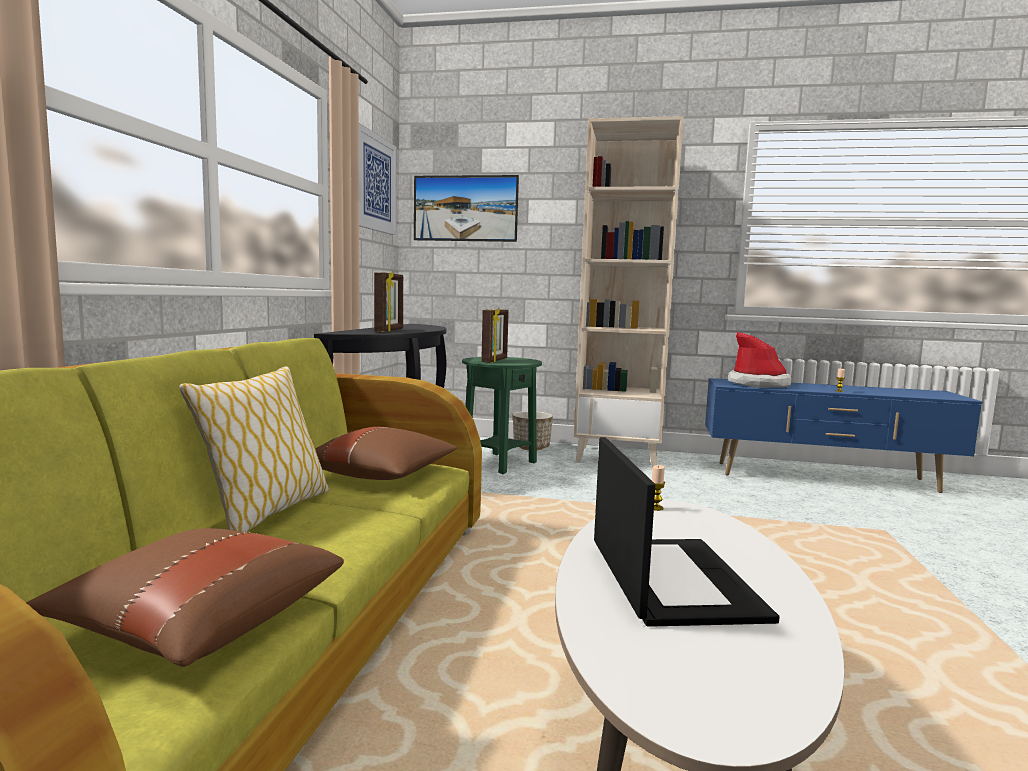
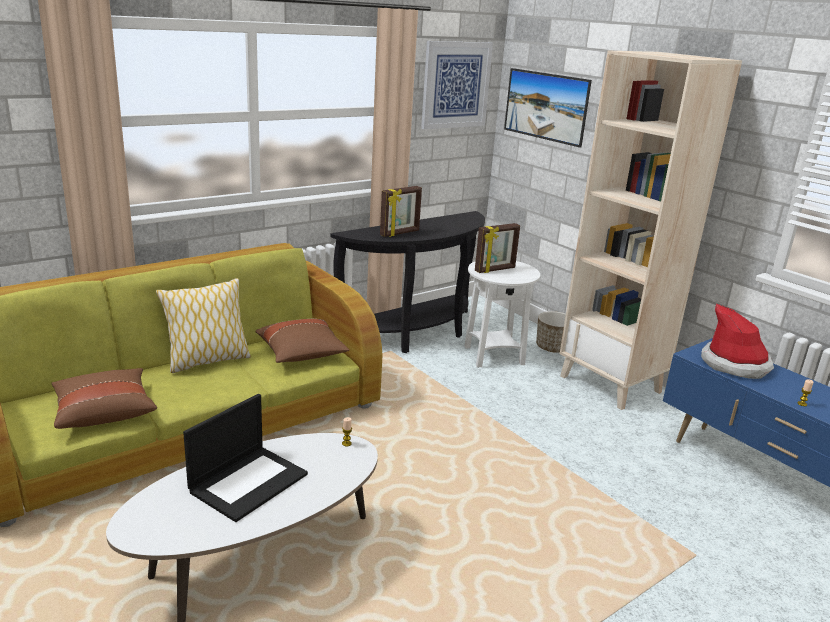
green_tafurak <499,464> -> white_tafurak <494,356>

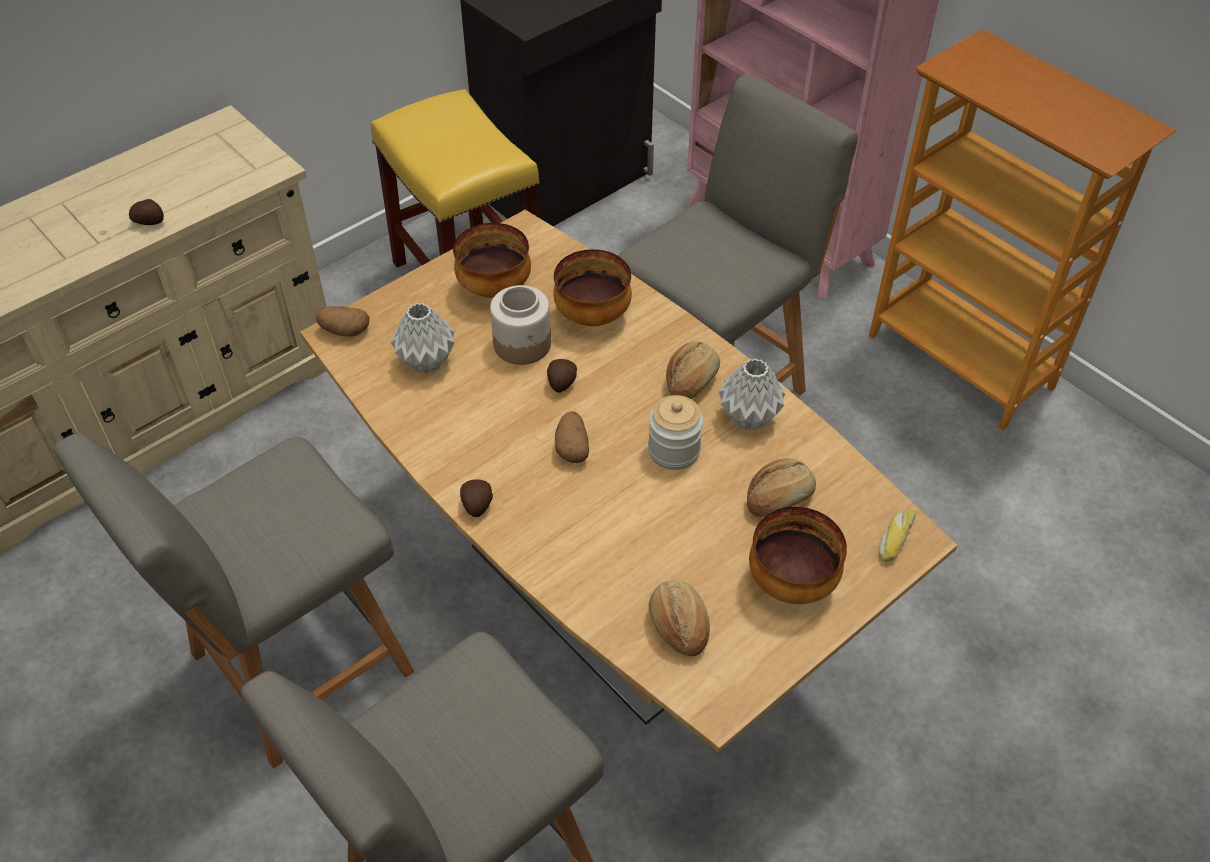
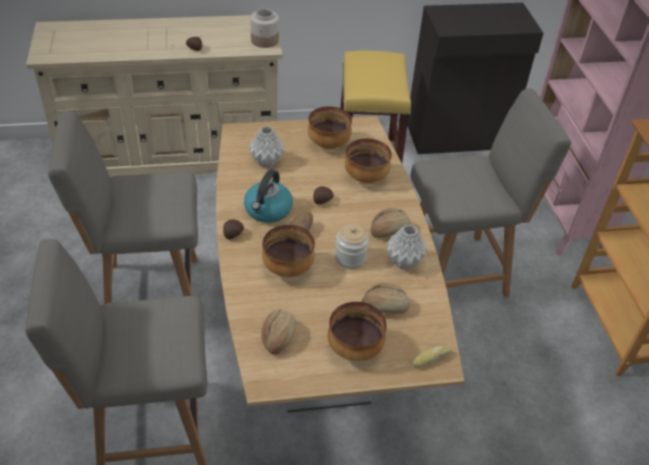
none -> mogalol <268,210>
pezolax <523,344> -> pezolax <265,41>, move
none -> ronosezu <288,269>
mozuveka <344,331> -> none

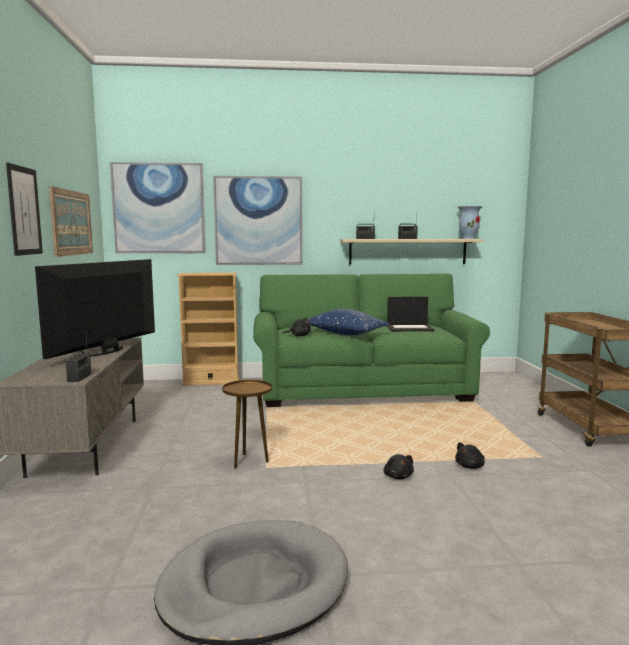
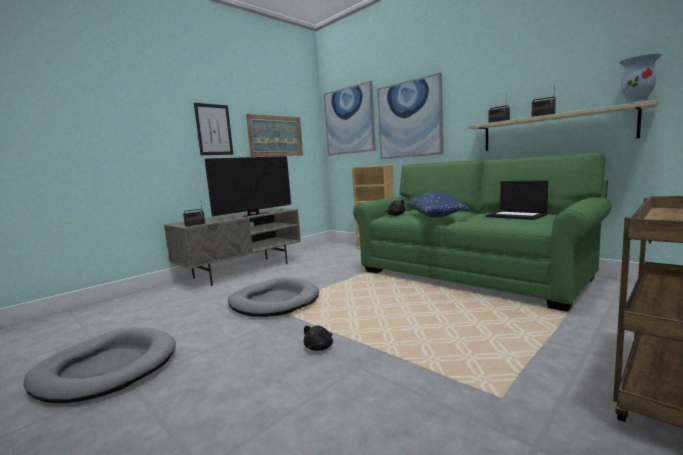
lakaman <108,352> -> lakaman <254,214>, 150 degrees clockwise
brown_tafurak <249,461> -> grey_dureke <274,301>
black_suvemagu <470,466> -> none

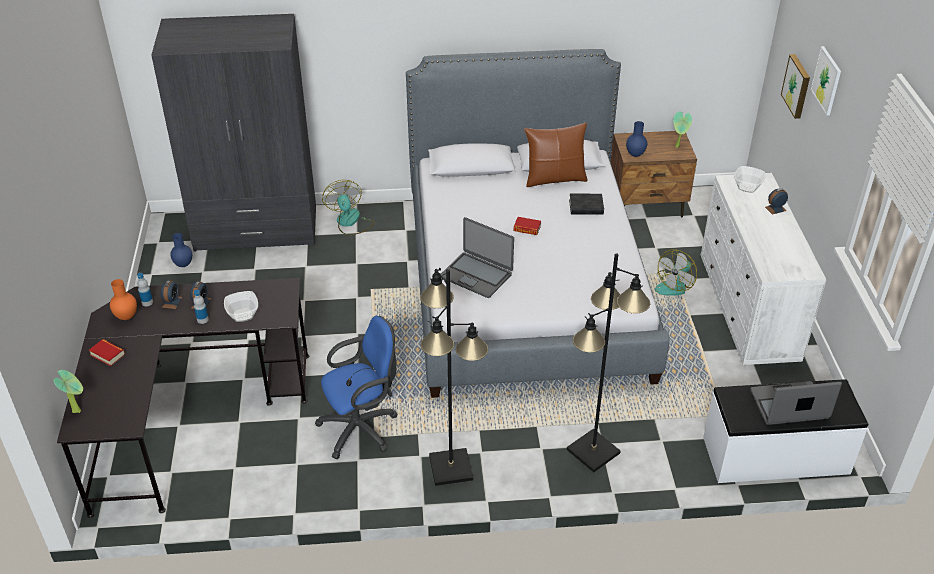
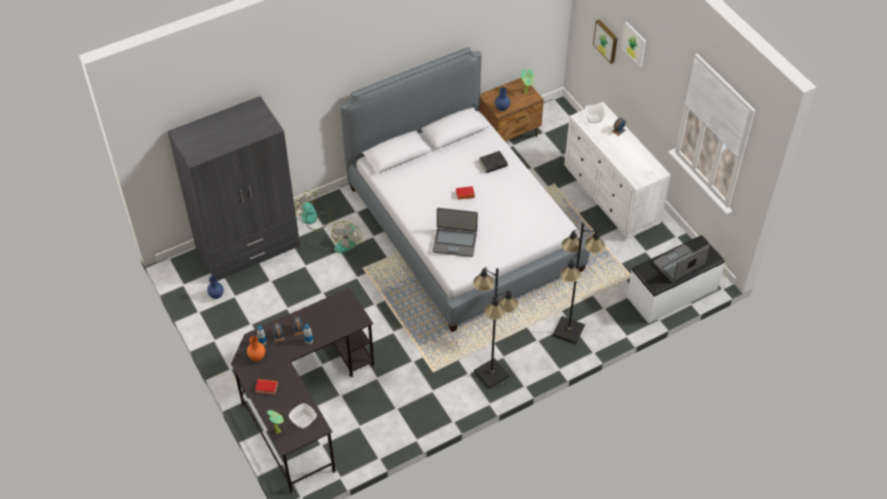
ronosezu <242,315> -> ronosezu <303,422>, move
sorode <675,285> -> sorode <347,241>, move
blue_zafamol <362,428> -> none
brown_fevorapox <555,179> -> none

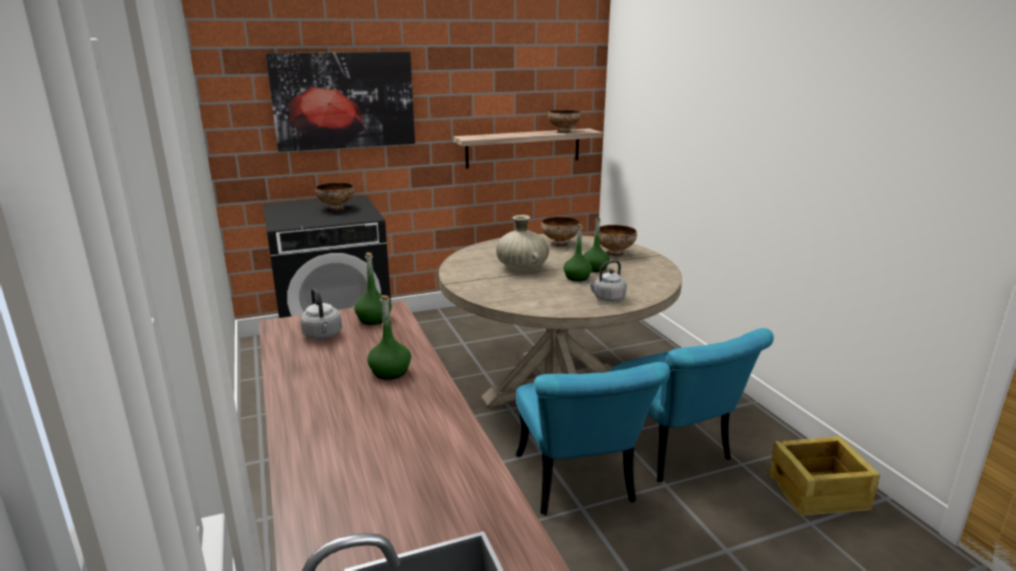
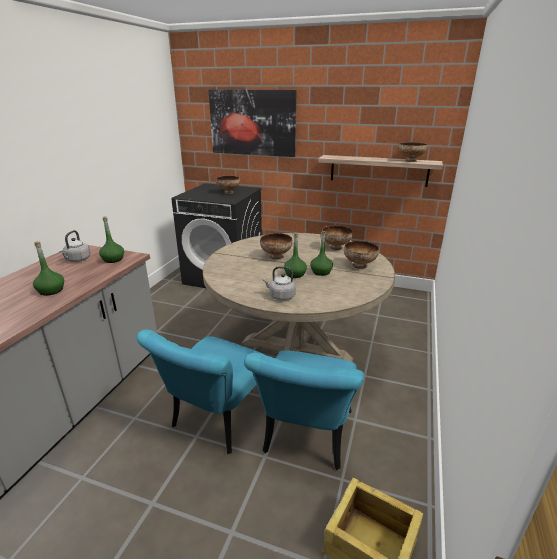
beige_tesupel <522,268> -> ronosezu <276,256>

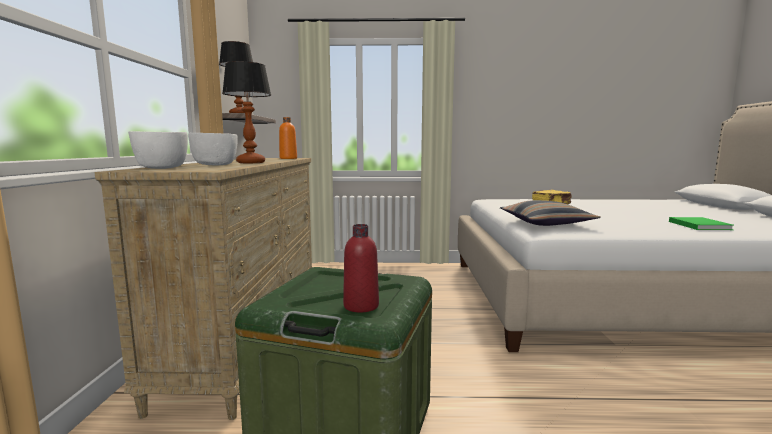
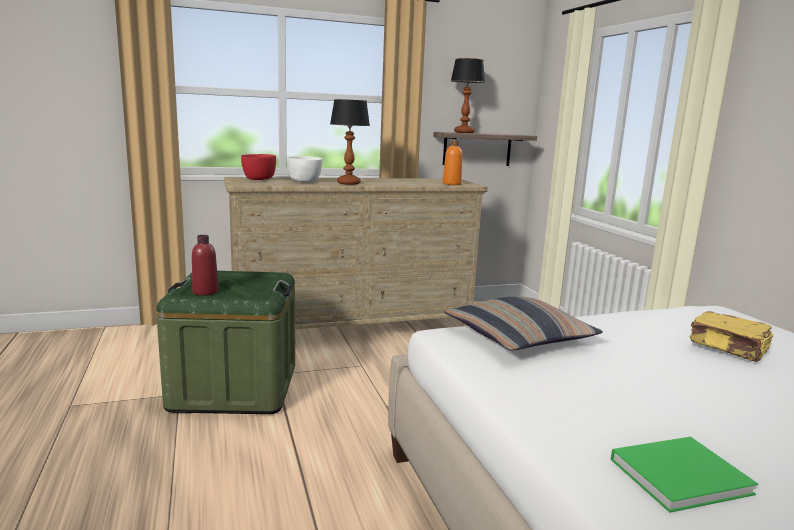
white_ronosezu <161,168> -> red_ronosezu <258,179>

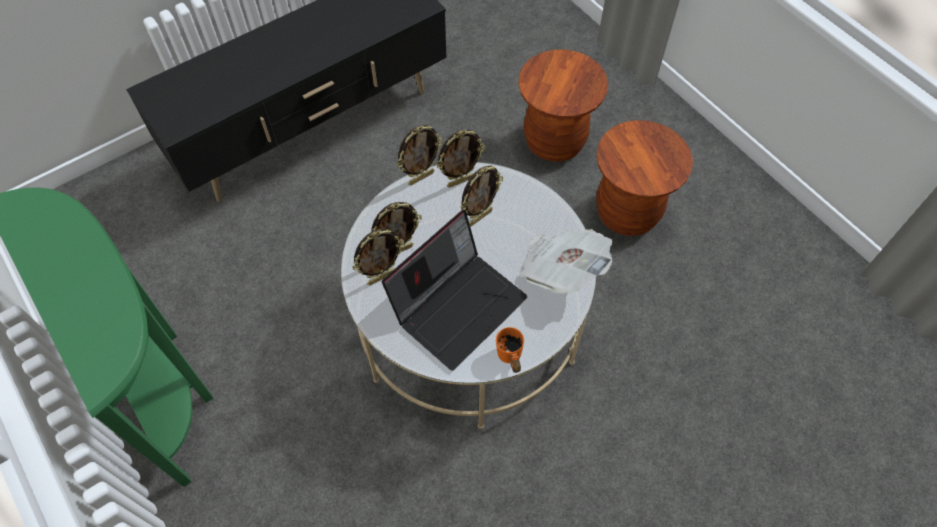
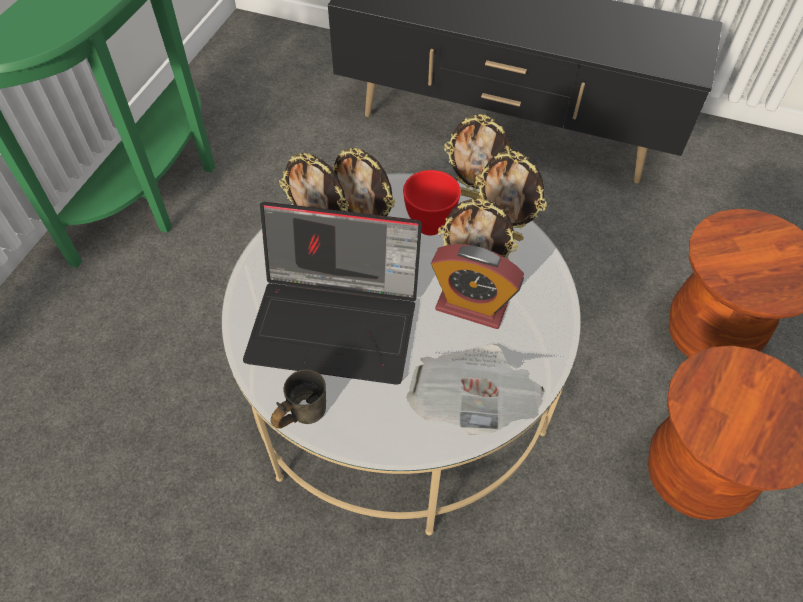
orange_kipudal <507,359> -> grey_kipudal <299,413>
none -> red_ronosezu <428,226>
none -> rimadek <471,306>

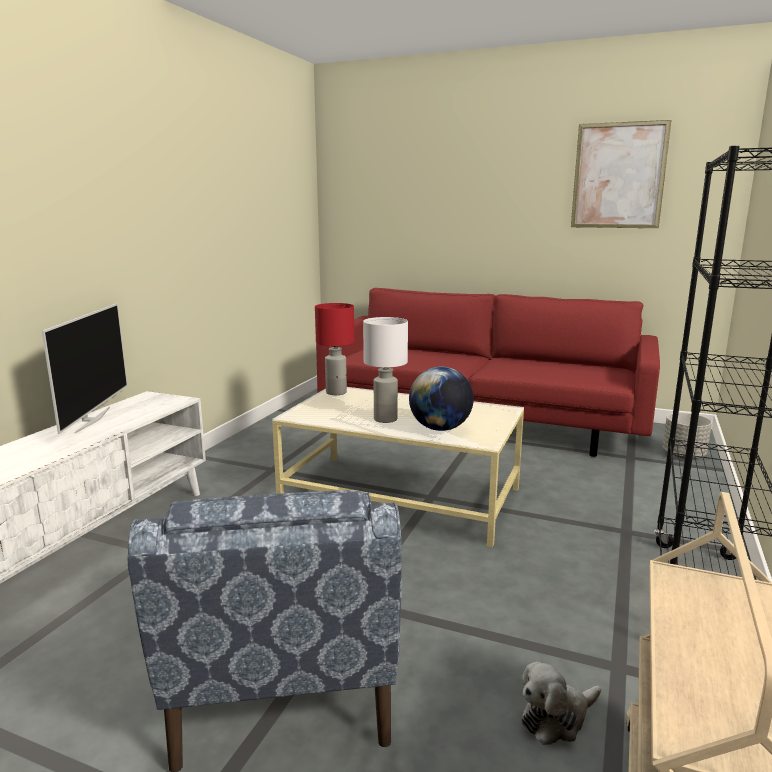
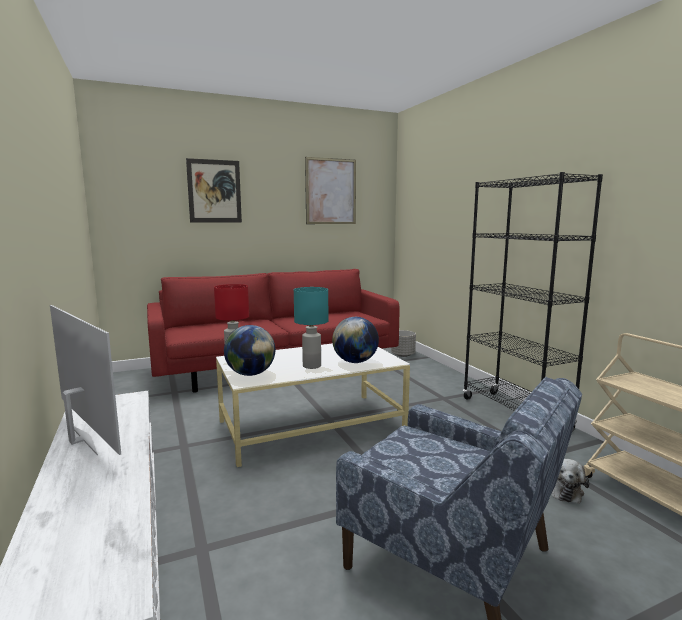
none -> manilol <214,191>
none -> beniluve <250,374>
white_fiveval <385,419> -> turquoise_fiveval <311,366>

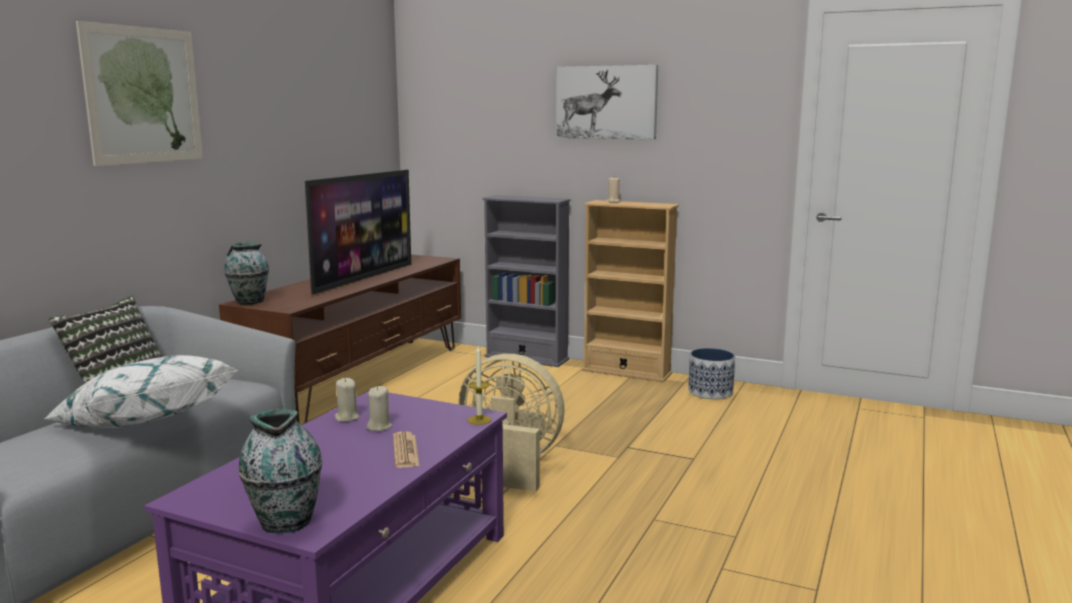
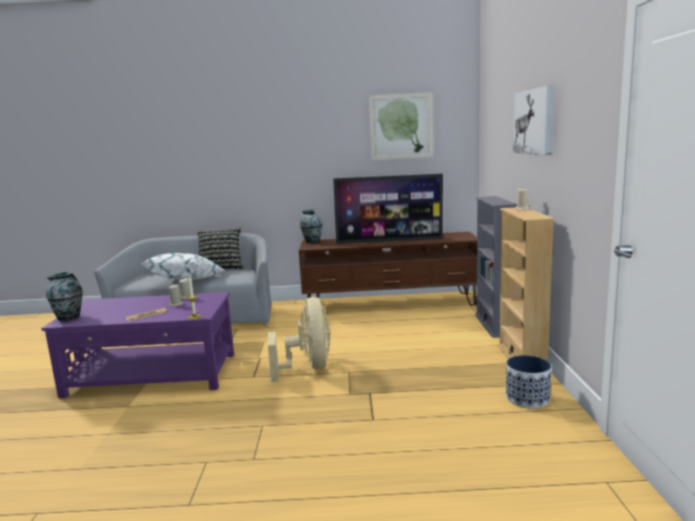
manilol <143,95> -> manilol <401,126>, move

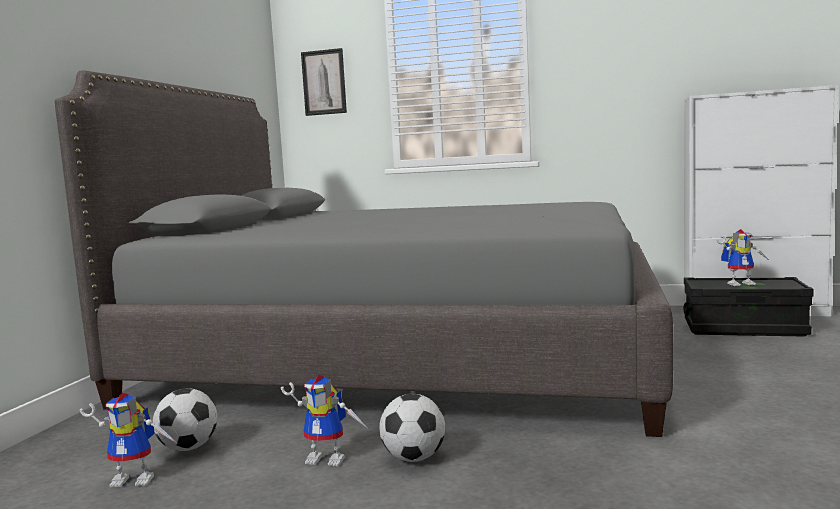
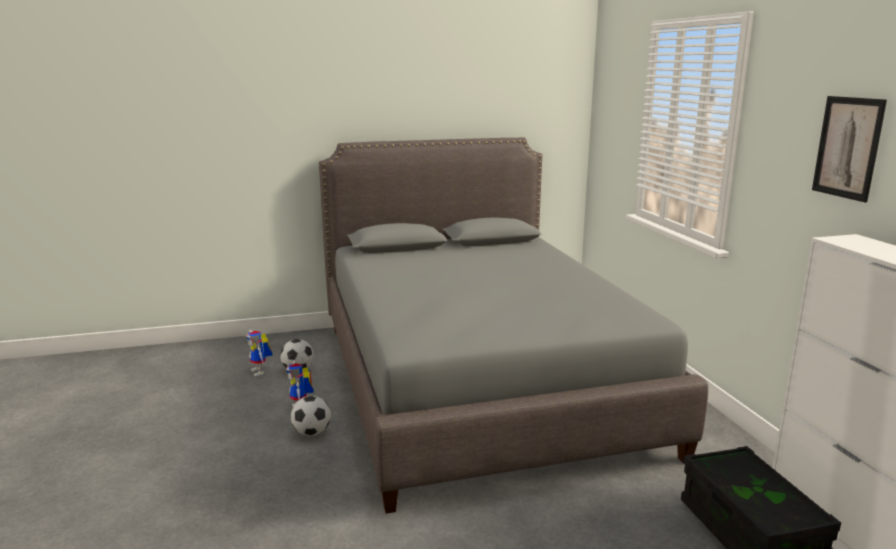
manilol <324,82> -> manilol <848,147>, move
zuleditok <741,283> -> none

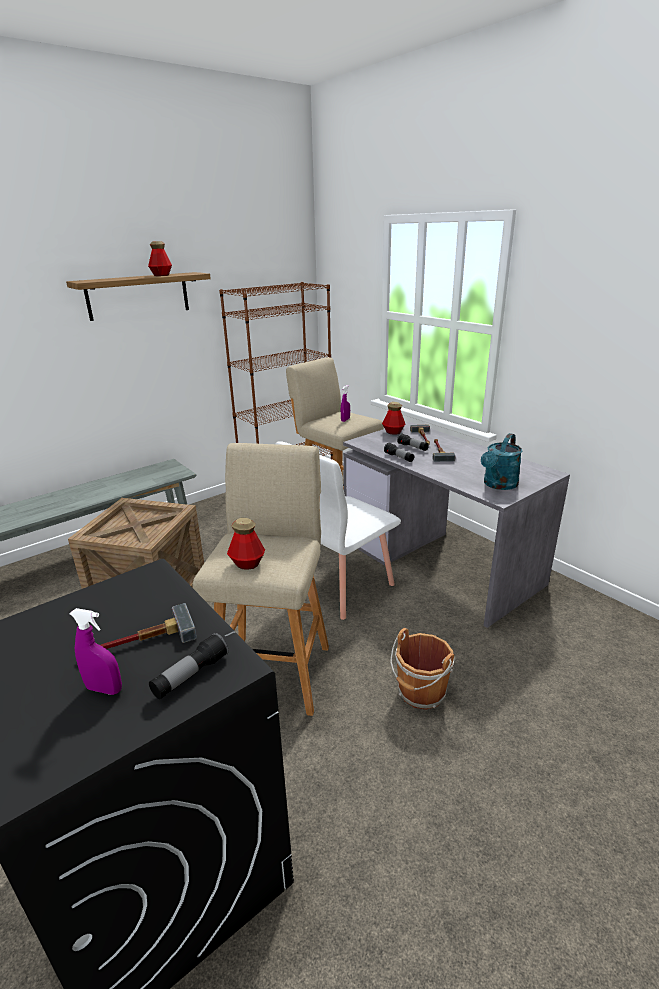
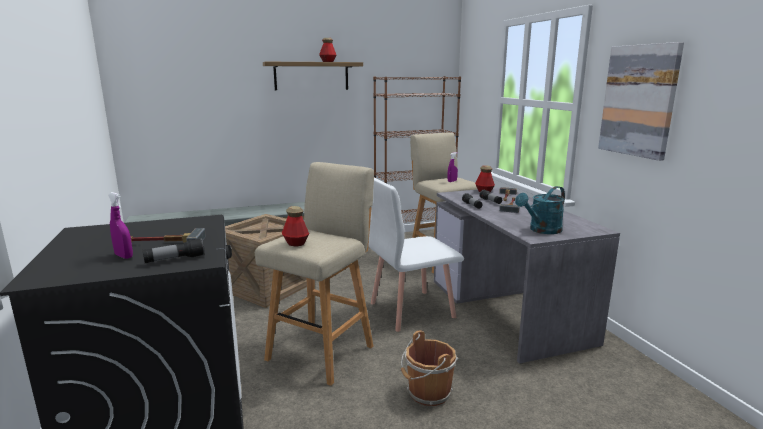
none -> manilol <639,101>

